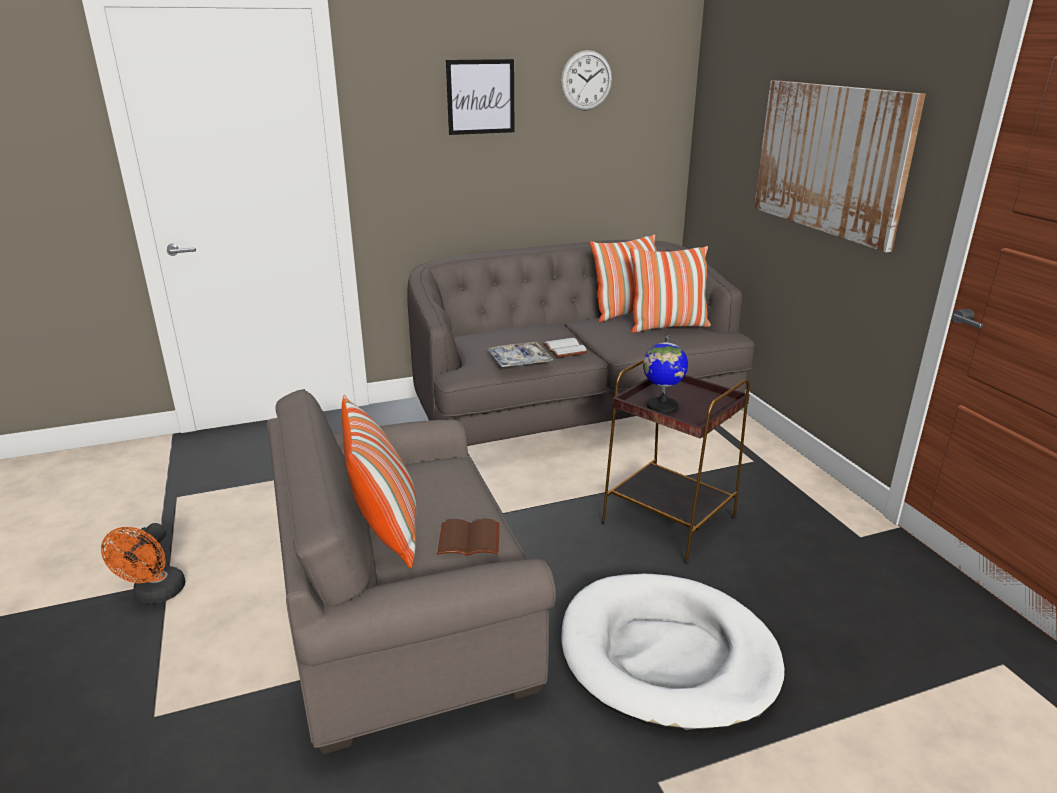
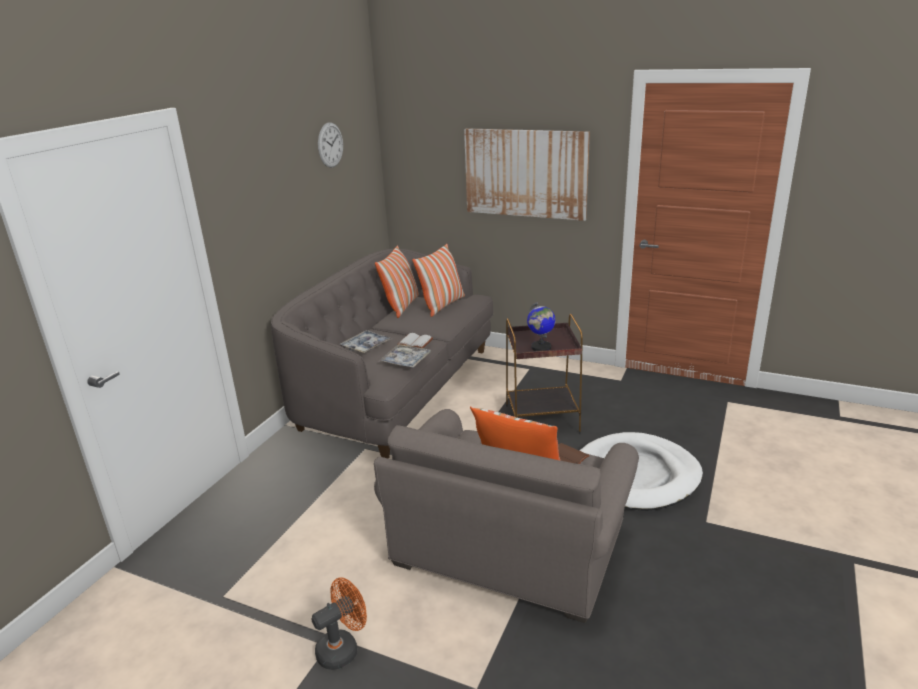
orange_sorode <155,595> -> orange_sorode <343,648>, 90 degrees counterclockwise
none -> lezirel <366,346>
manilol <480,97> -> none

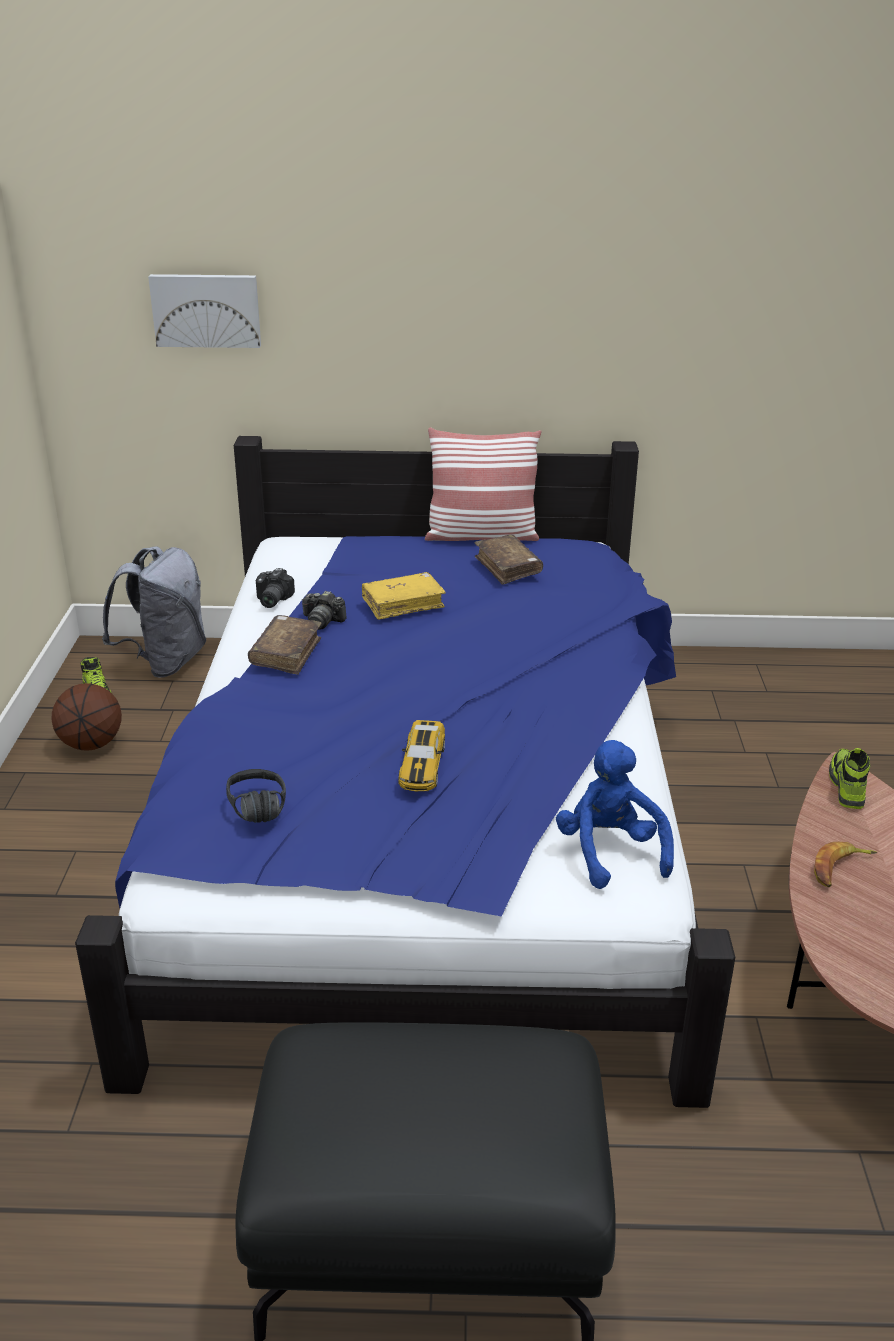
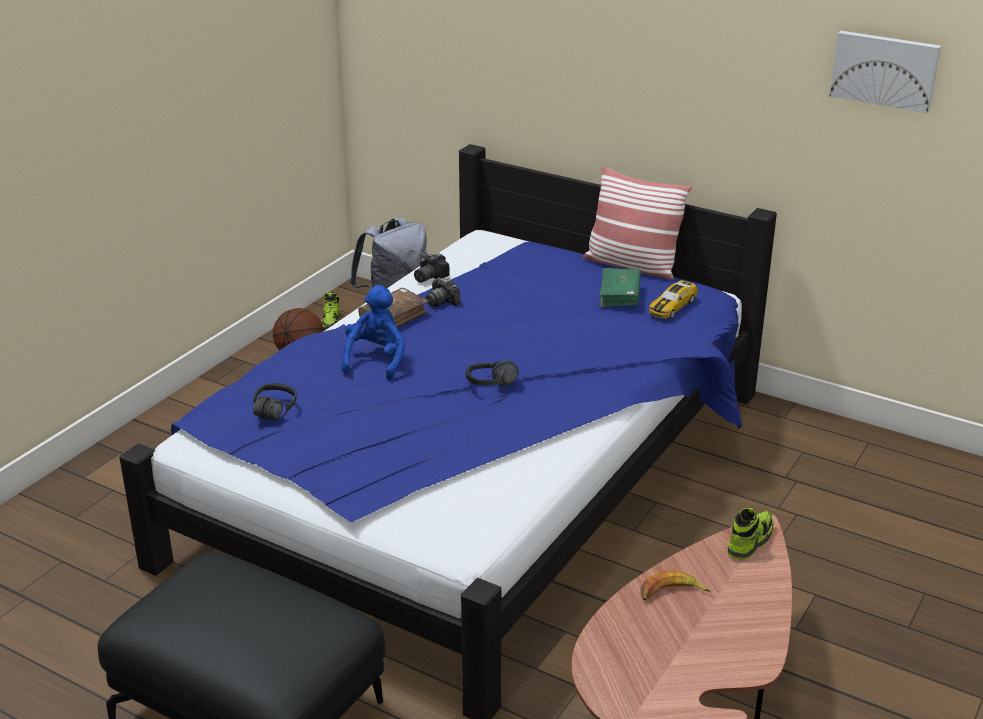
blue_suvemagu <610,852> -> blue_suvemagu <376,360>, move
none -> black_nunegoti <493,387>
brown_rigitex <508,567> -> green_rigitex <619,295>
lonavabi <422,765> -> lonavabi <672,307>, move
manilol <206,310> -> manilol <885,70>, move
yellow_rigitex <403,604> -> none

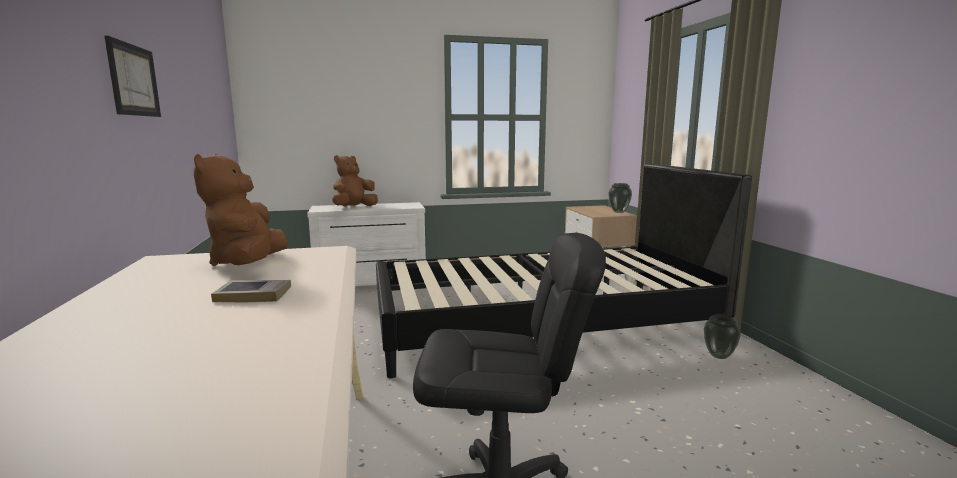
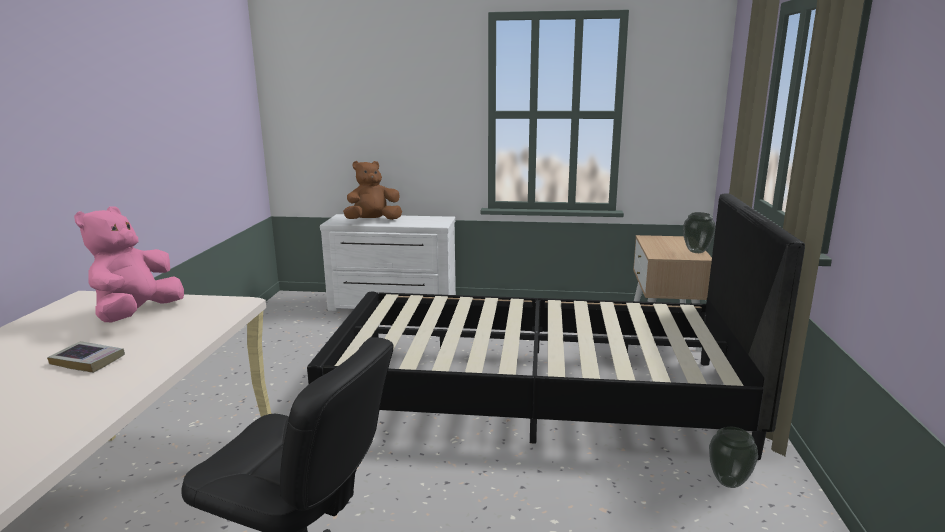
brown_suvemagu <248,264> -> pink_suvemagu <137,314>
manilol <133,80> -> none

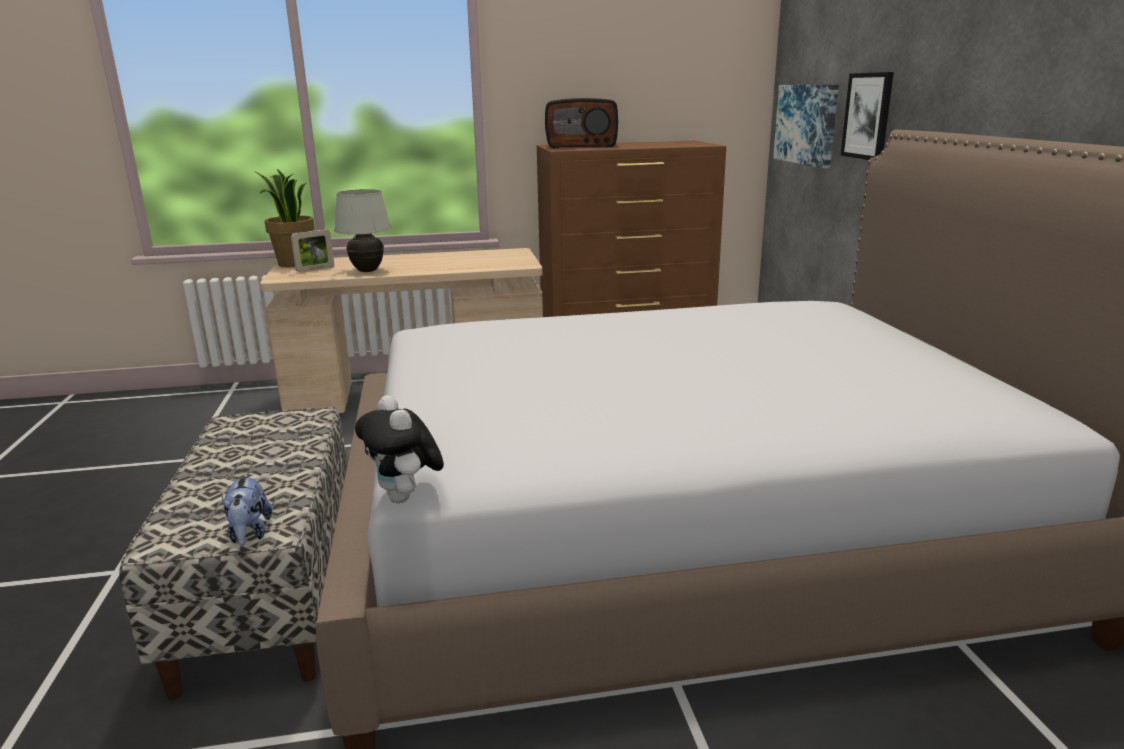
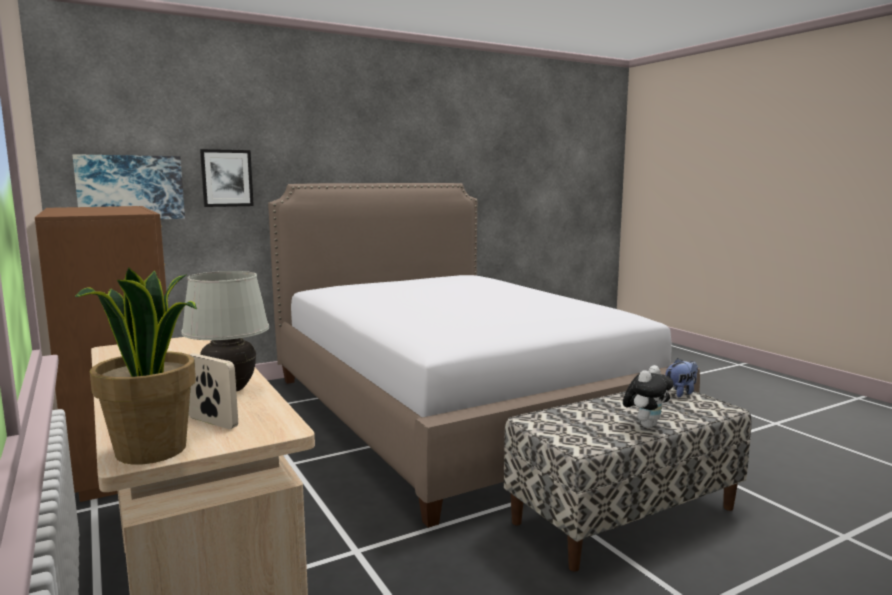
suvemagu <405,498> -> suvemagu <646,425>, move
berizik <581,146> -> none

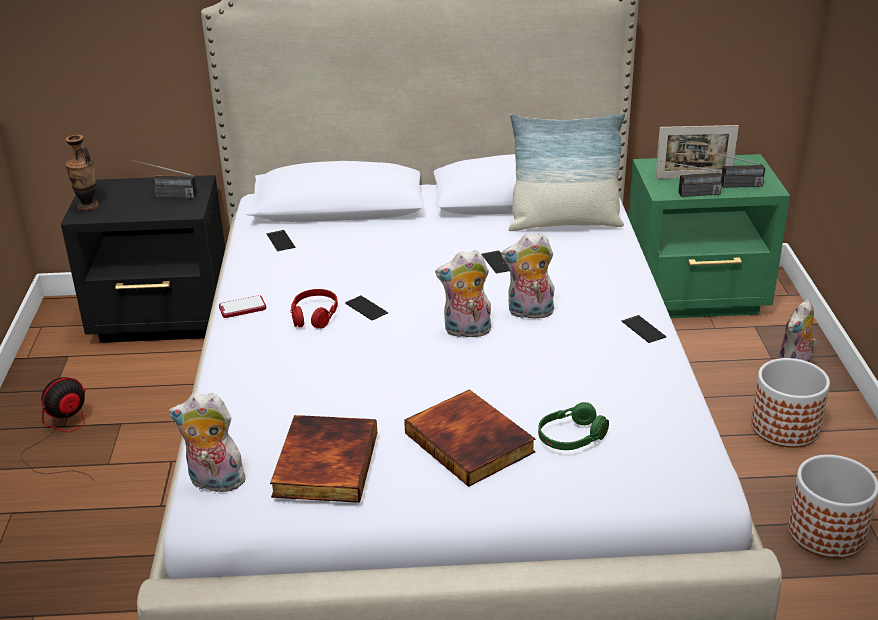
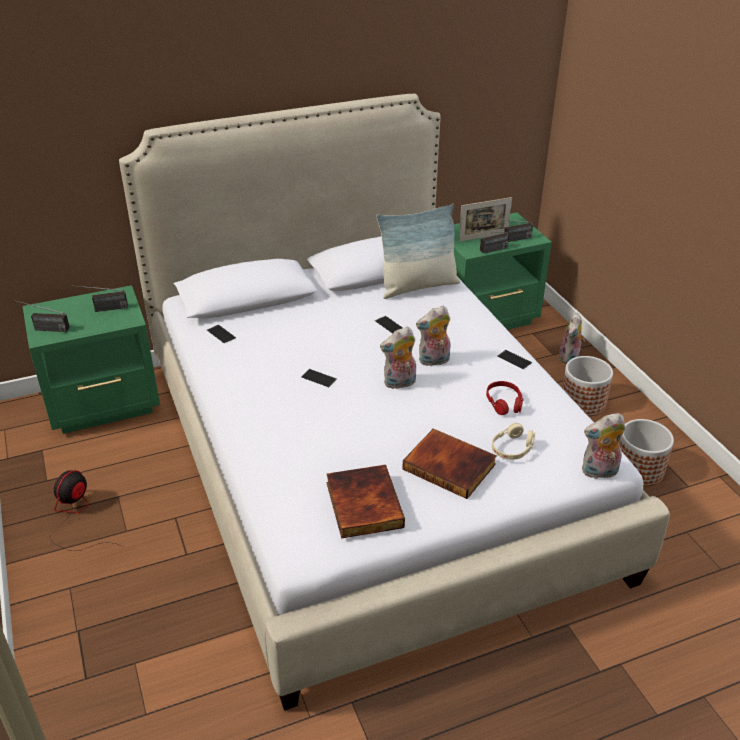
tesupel <88,206> -> berizik <43,329>
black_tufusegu <164,320> -> green_tufusegu <105,404>
red_nunegoti <314,316> -> red_nunegoti <504,403>, move
green_nunegoti <571,437> -> beige_nunegoti <512,448>
suvemagu <214,483> -> suvemagu <599,472>, move
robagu <242,308> -> none

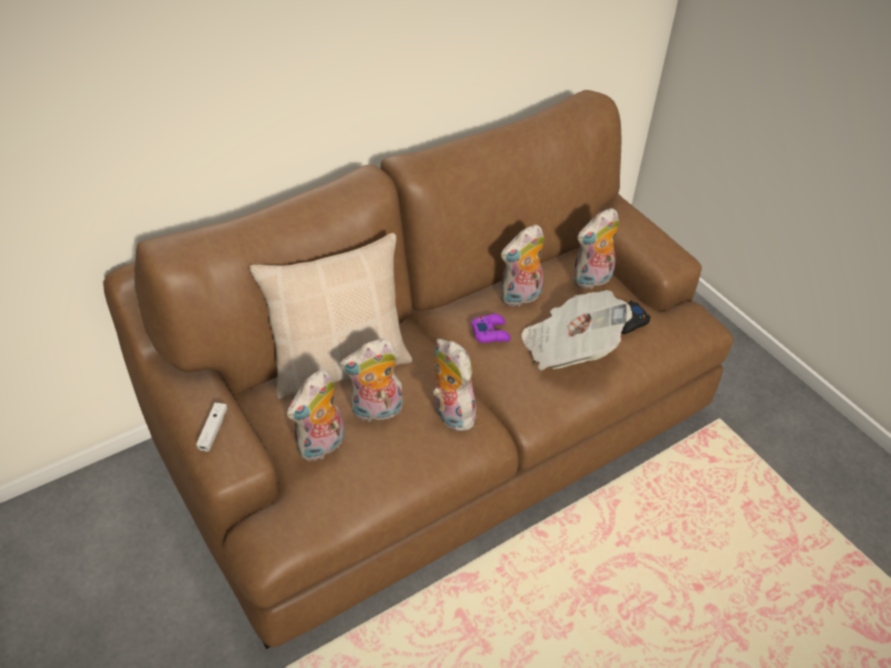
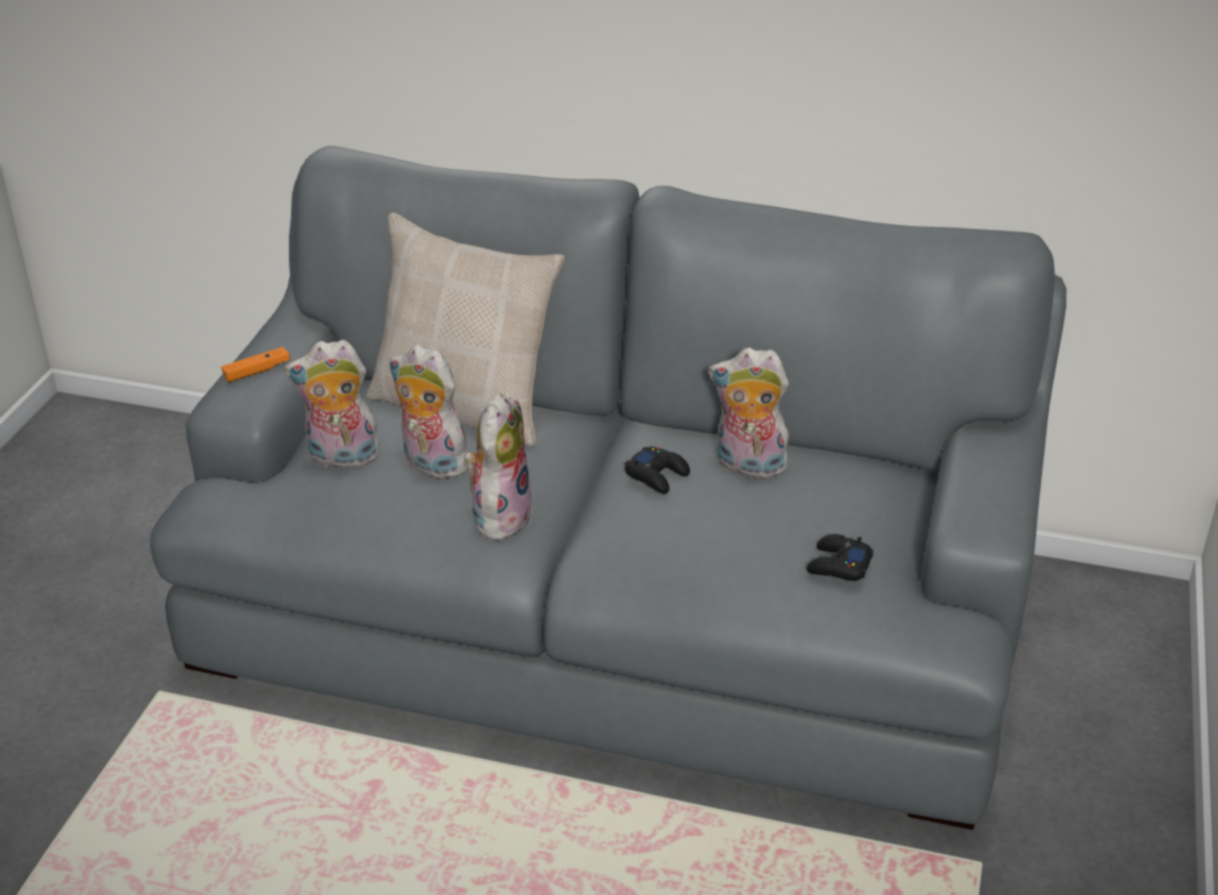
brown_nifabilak <440,428> -> grey_nifabilak <611,617>
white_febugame <213,430> -> orange_febugame <257,371>
purple_febugame <491,332> -> black_febugame <657,475>
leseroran <569,348> -> none
suvemagu <592,280> -> none

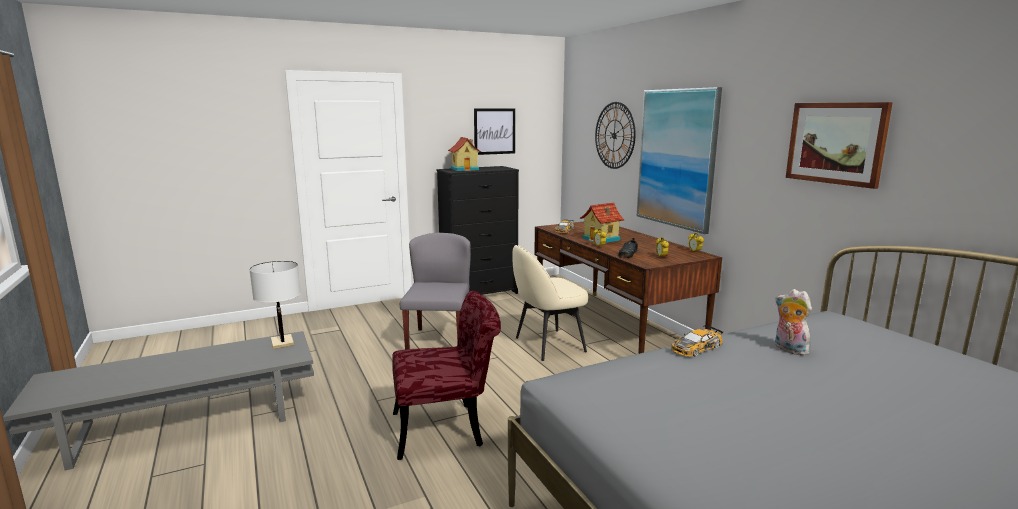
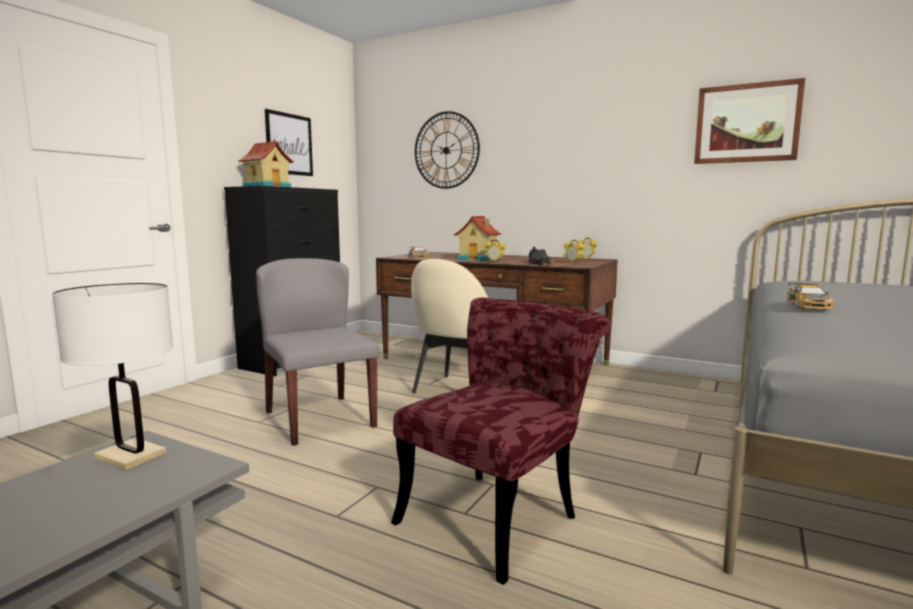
manilol <676,158> -> none
suvemagu <788,349> -> none

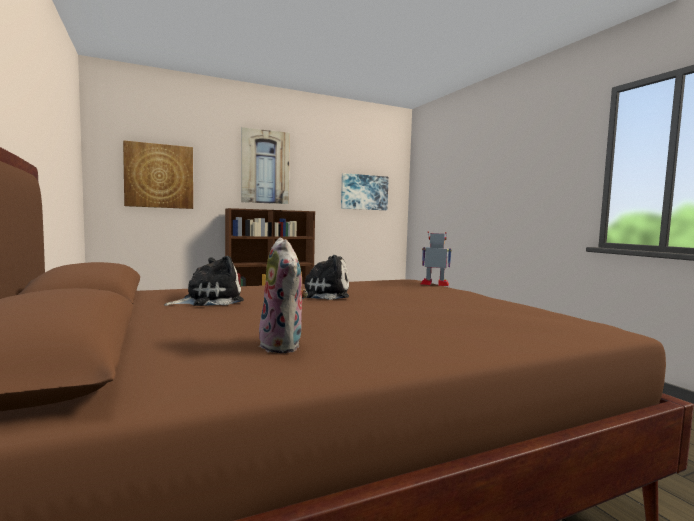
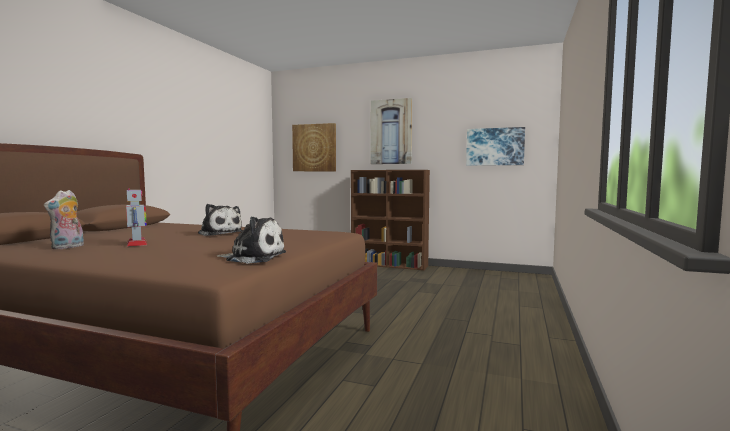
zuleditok <435,284> -> zuleditok <137,244>, move
suvemagu <209,300> -> suvemagu <253,257>, move

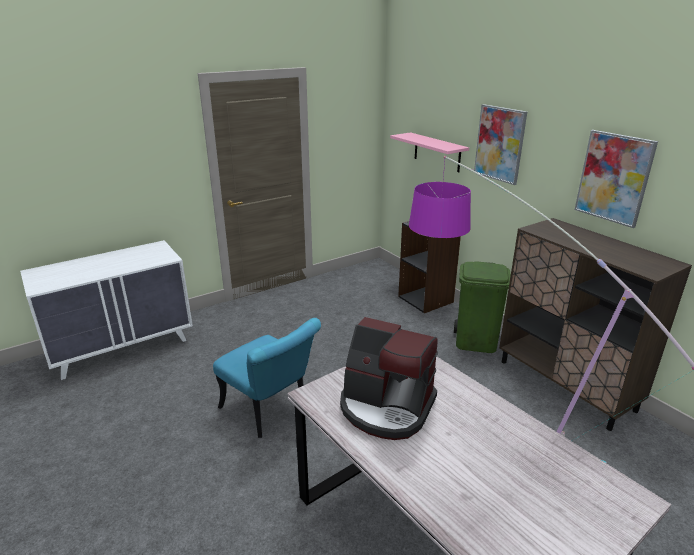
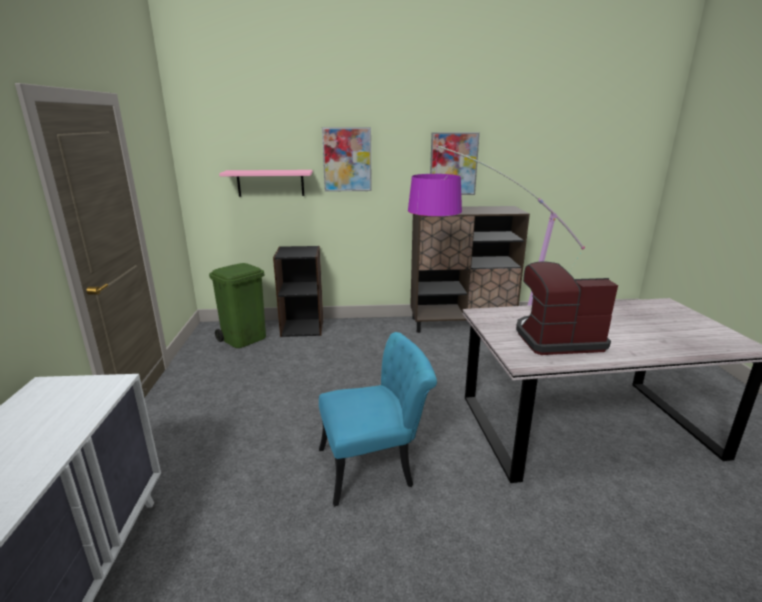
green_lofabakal <476,342> -> green_lofabakal <244,338>, move
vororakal <386,407> -> vororakal <556,339>, 150 degrees counterclockwise

